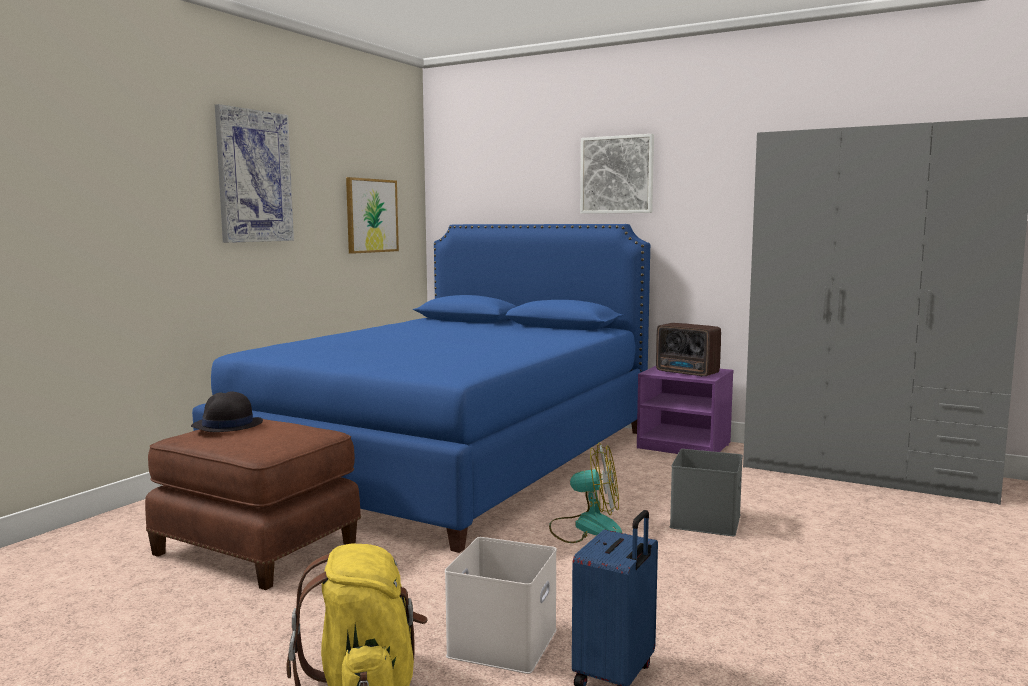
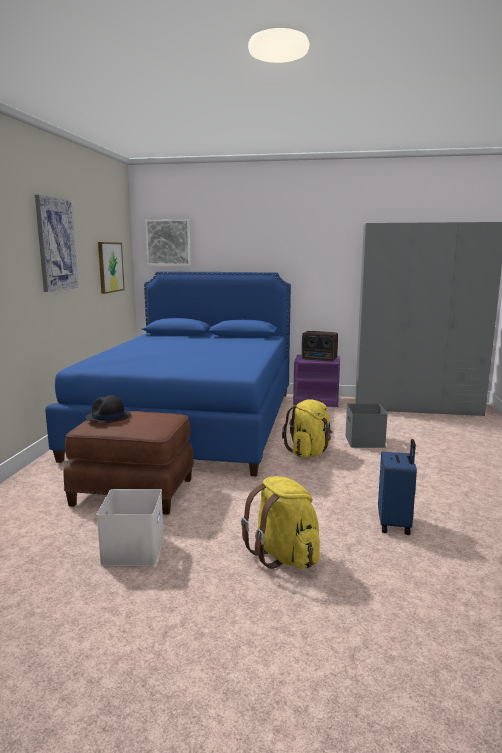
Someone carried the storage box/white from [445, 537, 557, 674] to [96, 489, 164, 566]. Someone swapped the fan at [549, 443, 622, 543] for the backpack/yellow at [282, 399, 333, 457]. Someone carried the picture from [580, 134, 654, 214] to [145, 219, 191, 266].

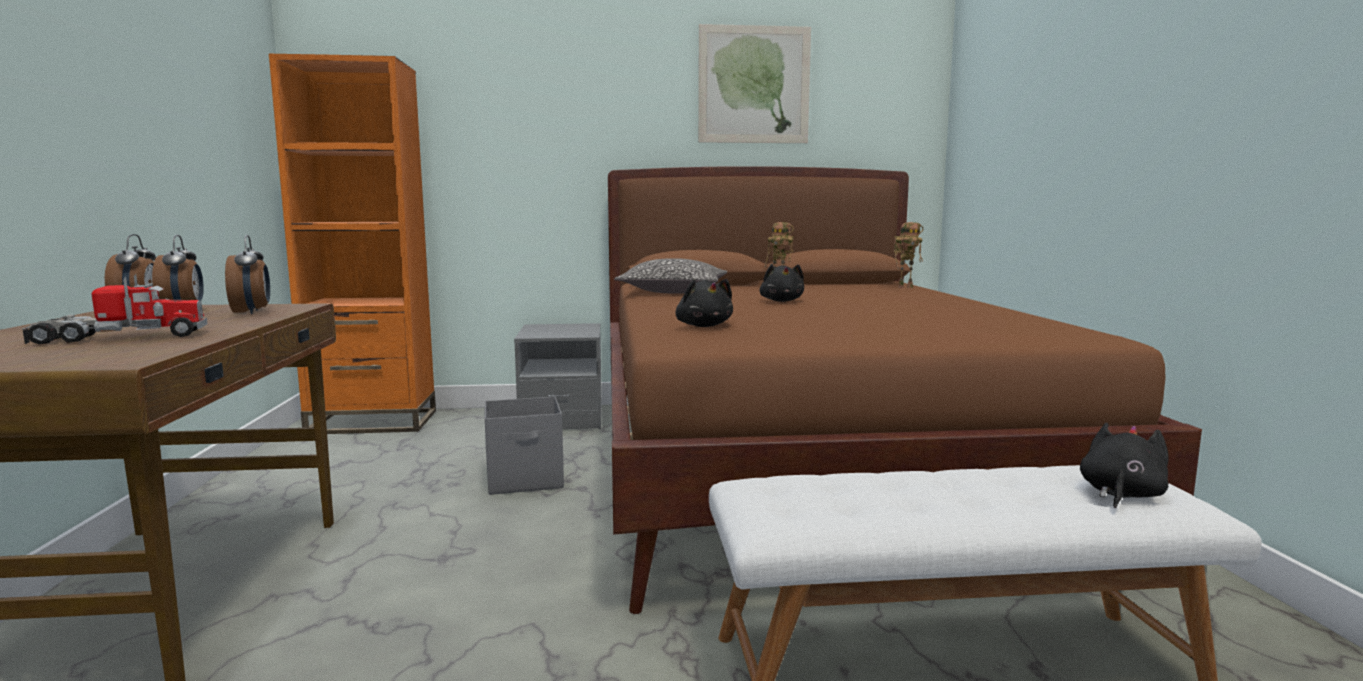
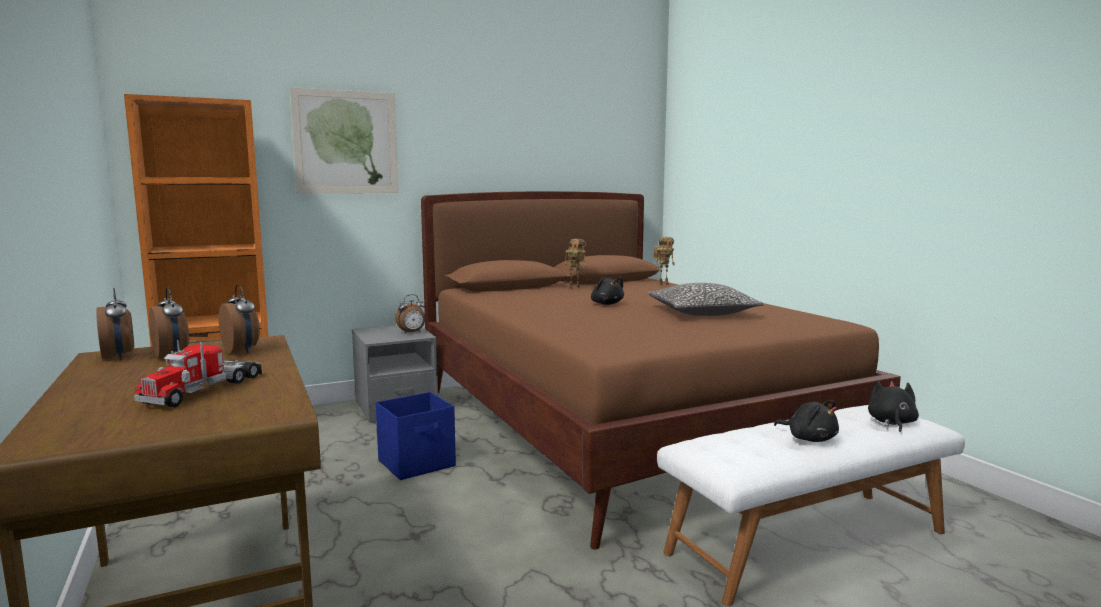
Someone rotated the toy truck at [22, 274, 207, 345] by 150 degrees clockwise. Someone repainted the storage box/grey at [485, 396, 564, 495], which became the storage box/blue at [376, 392, 456, 480]. Someone carried the pillow from [614, 258, 727, 294] to [647, 283, 764, 316]. Someone carried the plush toy/black from [675, 279, 733, 327] to [774, 400, 839, 442]. Someone carried the picture from [698, 24, 811, 143] to [290, 87, 399, 193]. Someone put down the alarm clock at [395, 294, 425, 334].

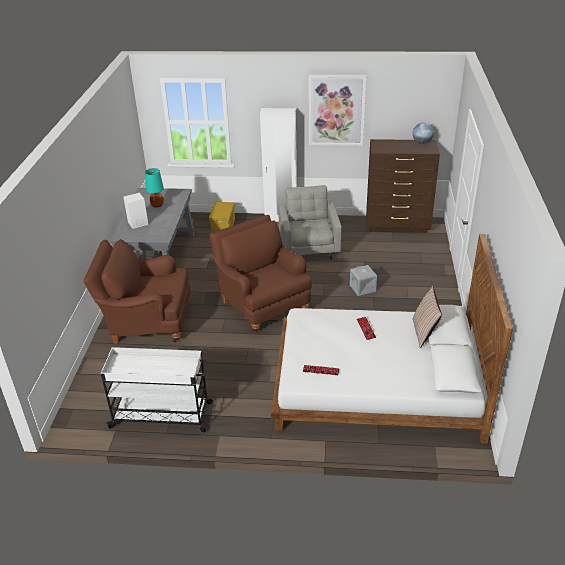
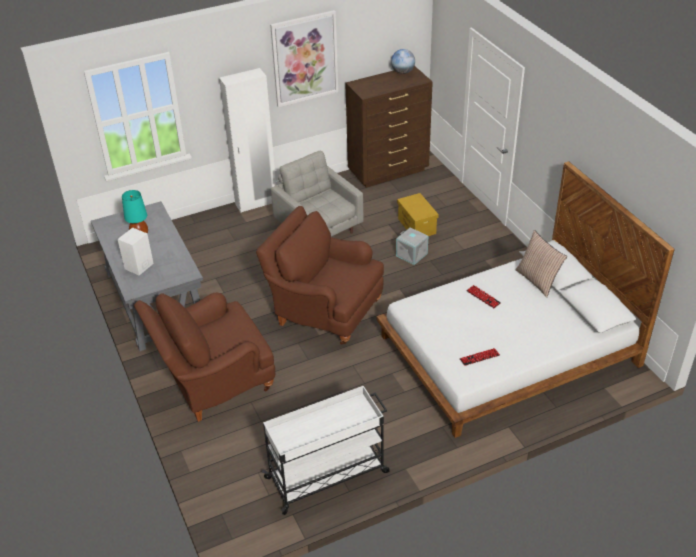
Someone carried the storage box/yellow from [209, 202, 235, 233] to [397, 193, 439, 236].

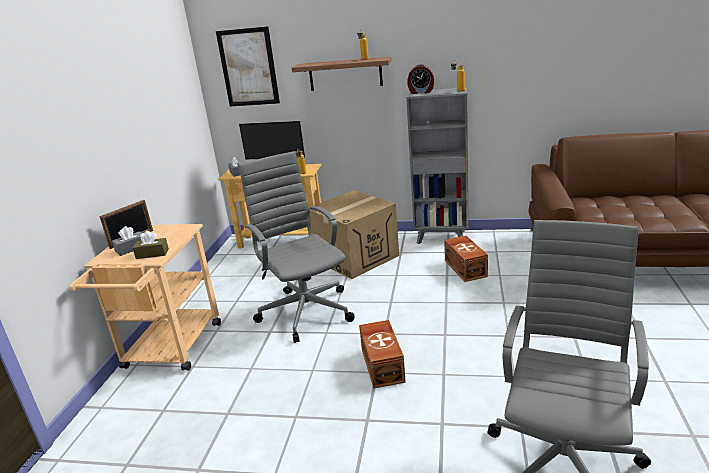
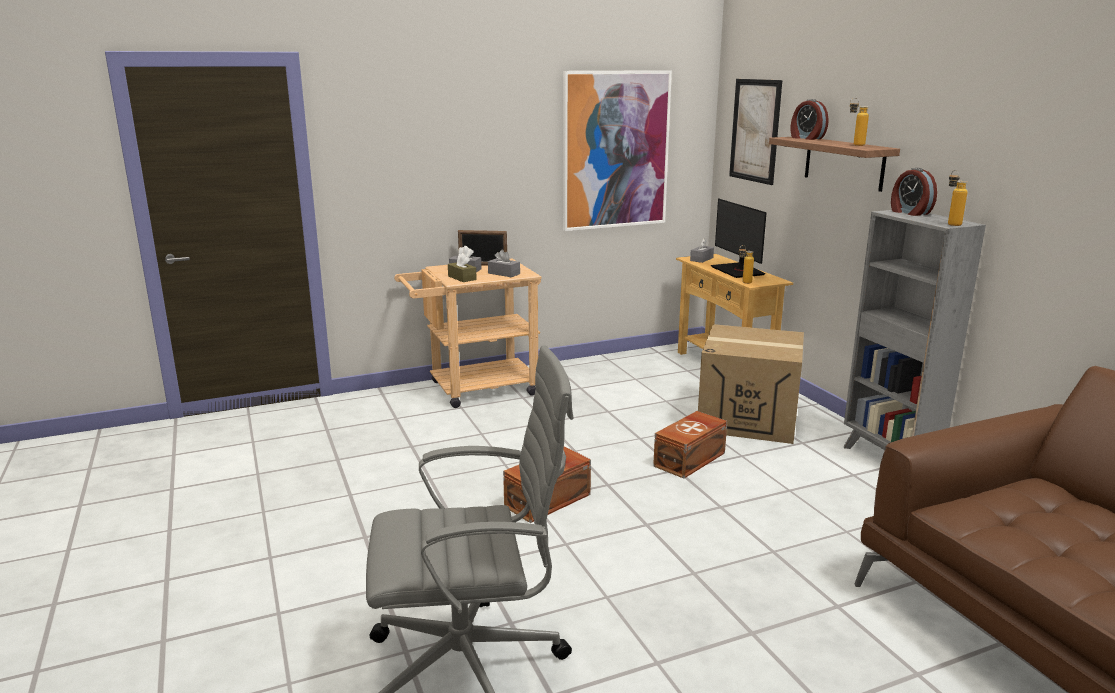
Someone took away the office chair/grey at [238, 151, 355, 343]. Someone carried the storage box/brown from [444, 236, 488, 282] to [653, 411, 727, 479]. Someone put down the tissue box/grey at [488, 250, 520, 277]. Someone put up the picture at [563, 70, 672, 231]. Someone put down the alarm clock at [791, 99, 829, 140].

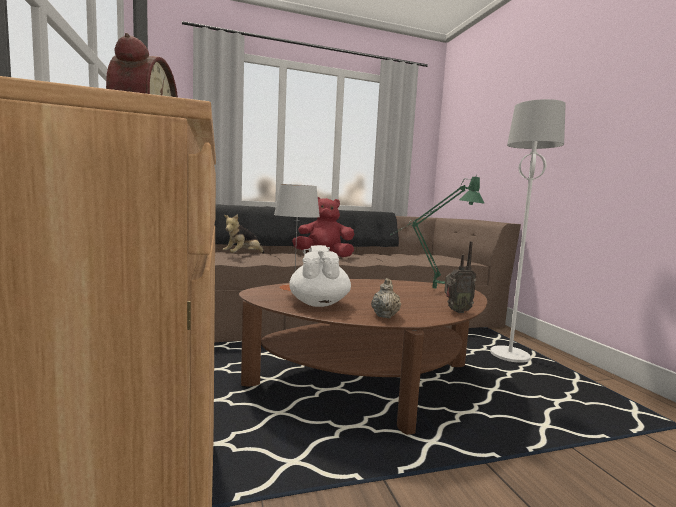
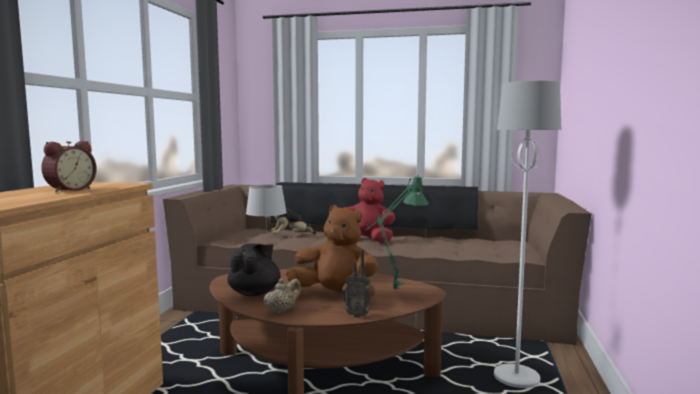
Someone repainted the teapot/white at [289, 245, 351, 307], which became the teapot/black at [227, 244, 281, 296]. Someone put down the plush toy/brown at [286, 205, 378, 299].

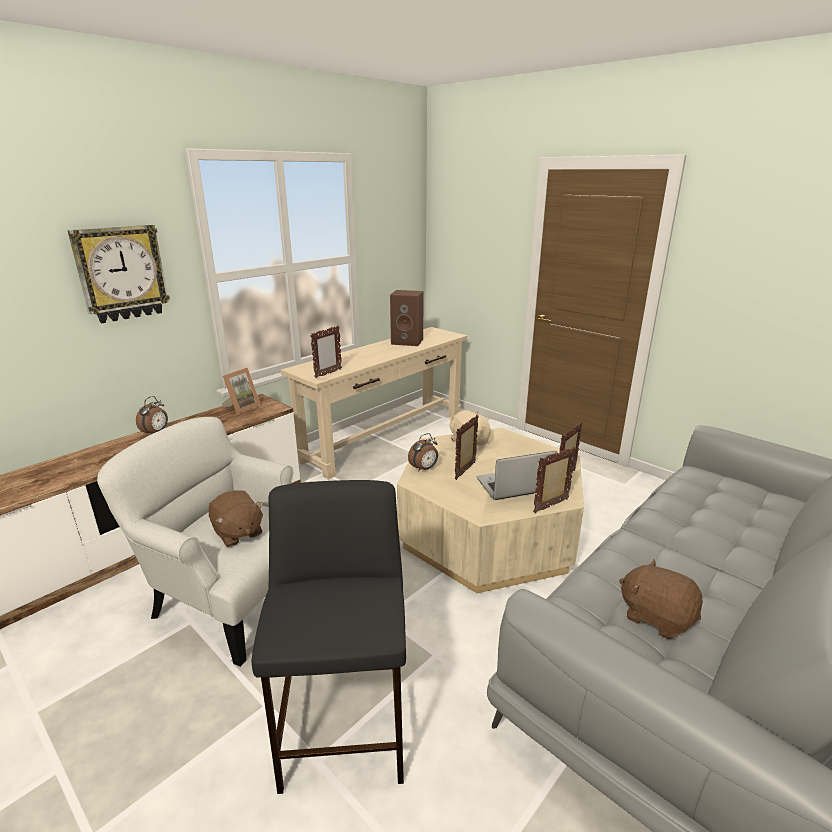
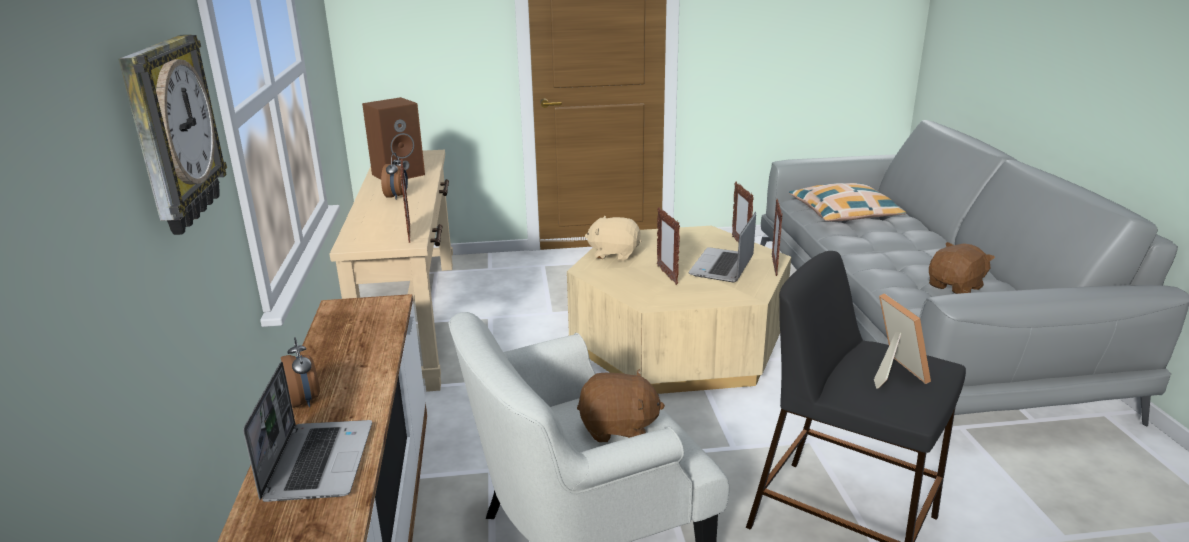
Someone carried the picture frame from [222, 368, 261, 414] to [874, 293, 931, 388]. Someone carried the alarm clock from [408, 433, 438, 472] to [381, 153, 408, 199]. Someone rotated the plush toy/brown at [619, 559, 703, 639] by 150 degrees clockwise. Someone put down the laptop at [243, 362, 372, 502]. Someone put down the pillow at [789, 183, 906, 221].

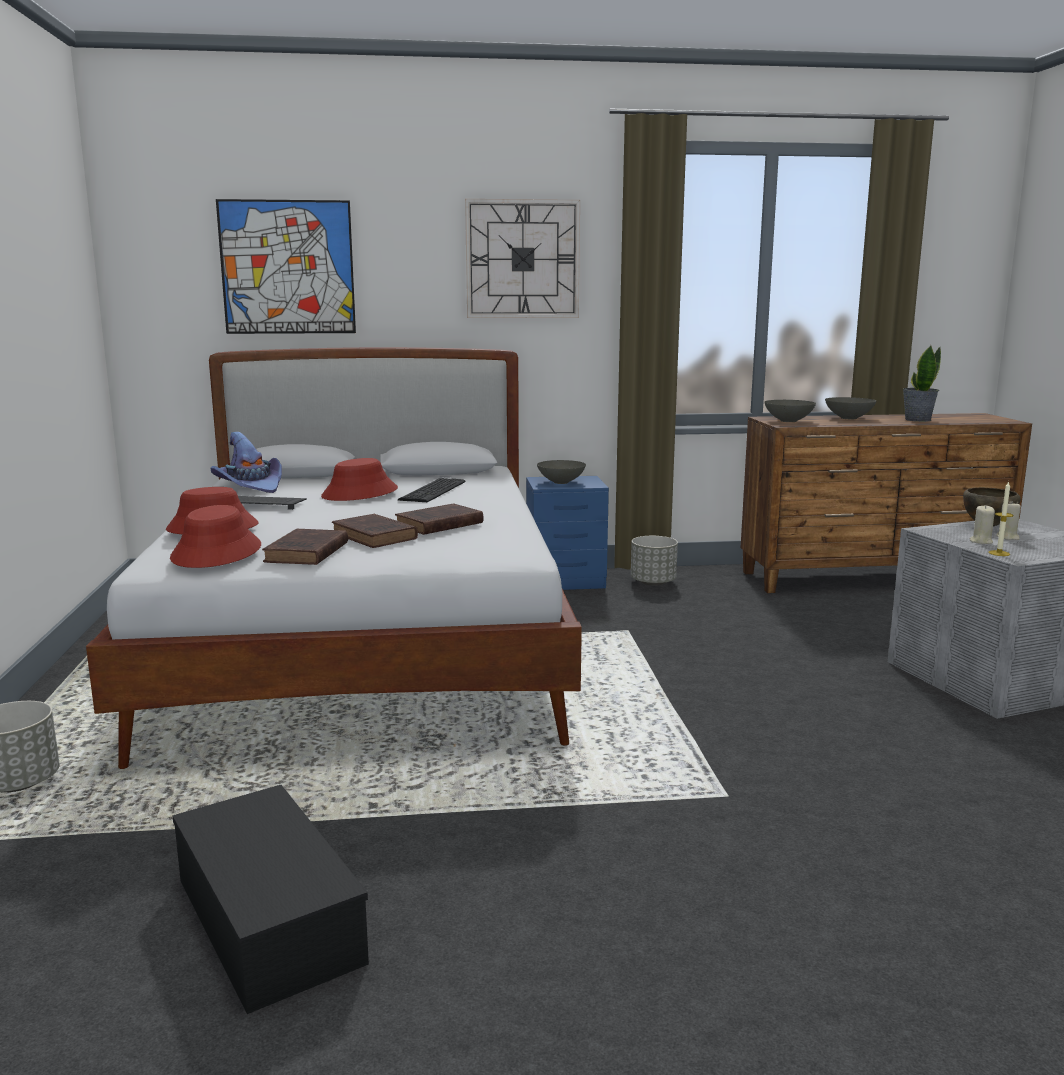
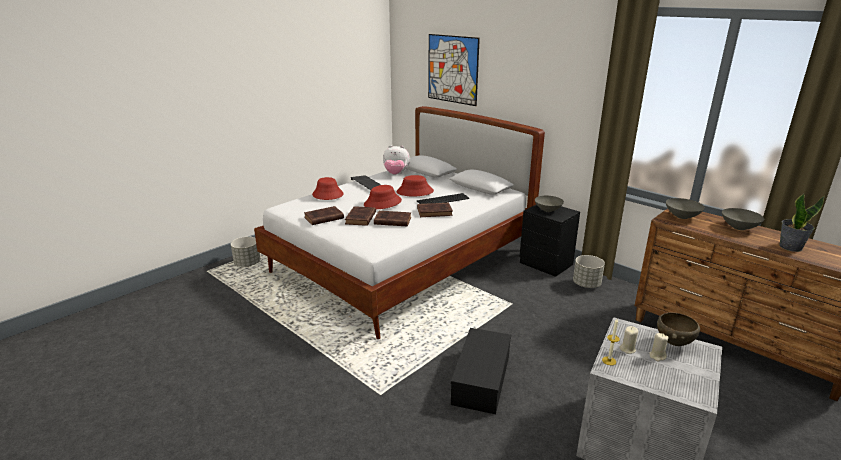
Someone carried the hat/red from [170, 505, 261, 568] to [364, 185, 402, 209]. Someone carried the storage box/black from [172, 785, 369, 1014] to [451, 328, 511, 414]. Someone swapped the hat/purple at [210, 432, 282, 493] for the plush toy at [383, 145, 410, 175]. Someone took away the wall clock at [465, 199, 580, 318]. Someone repainted the nightstand/blue at [526, 476, 609, 590], which became the nightstand/black at [520, 205, 580, 277]. Someone put down the book/brown at [417, 203, 453, 217].

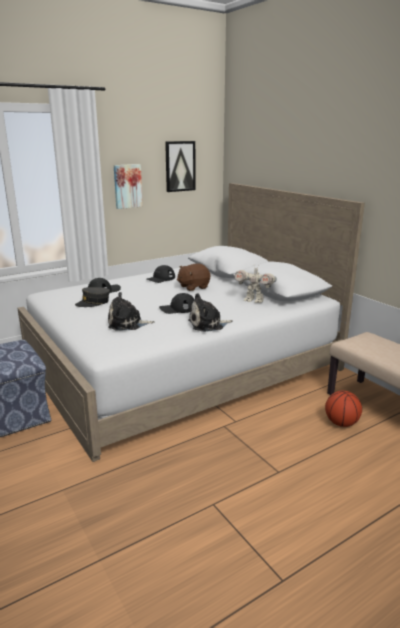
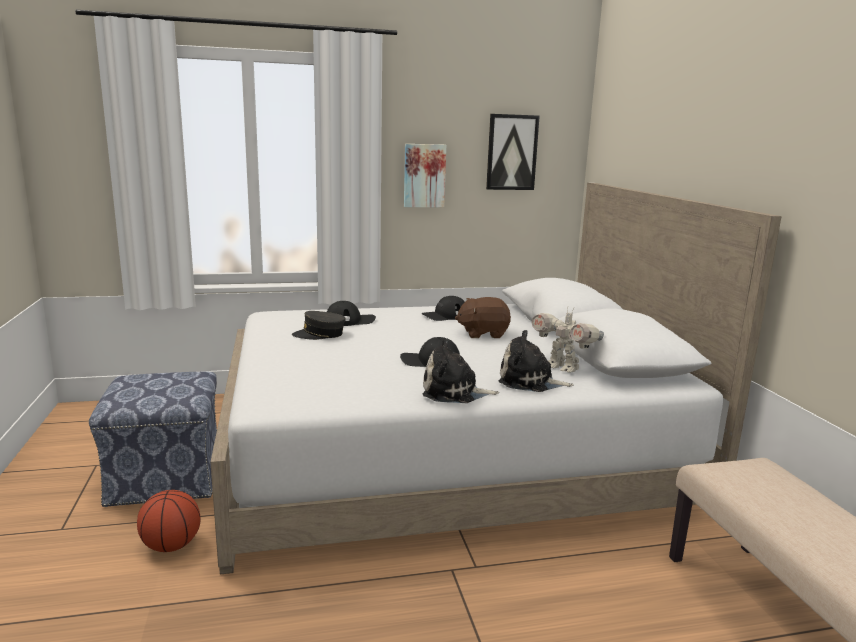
Someone carried the plush toy from [108, 292, 155, 331] to [499, 330, 574, 392]. Someone carried the basketball from [325, 390, 362, 427] to [137, 490, 200, 552].

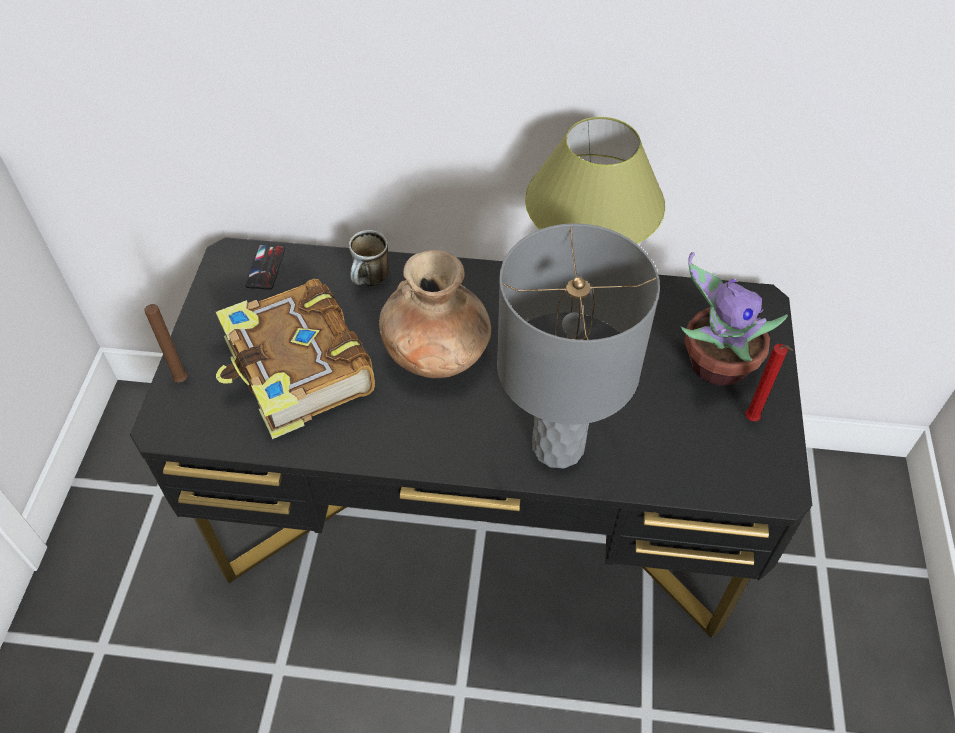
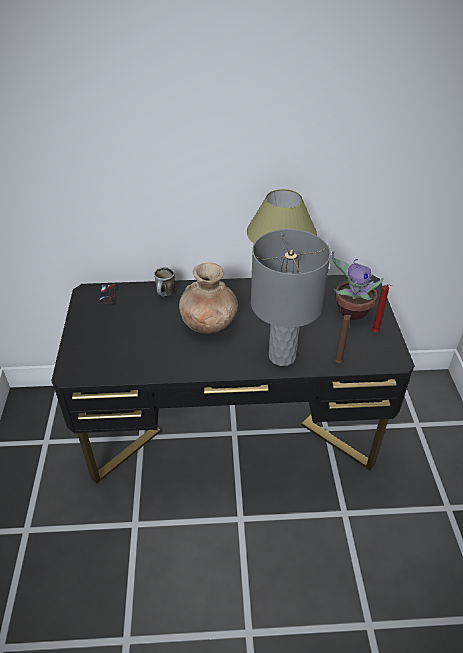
Someone carried the candle/brown from [144, 304, 188, 383] to [334, 315, 351, 363]. Someone took away the book at [216, 279, 375, 439].

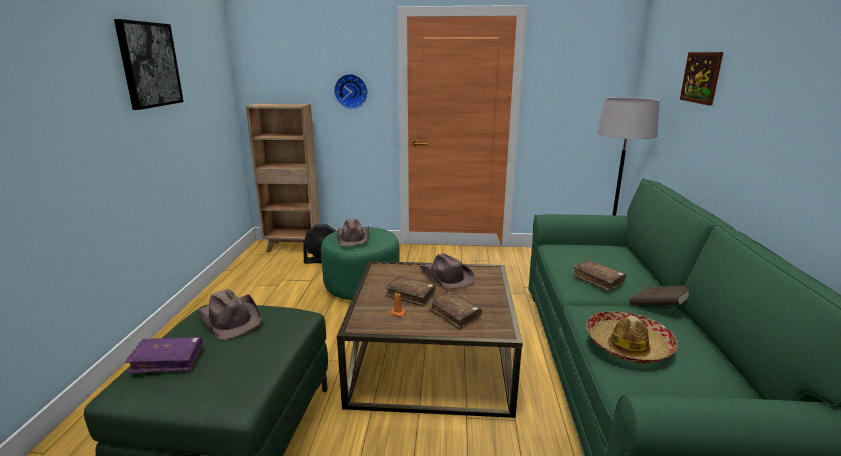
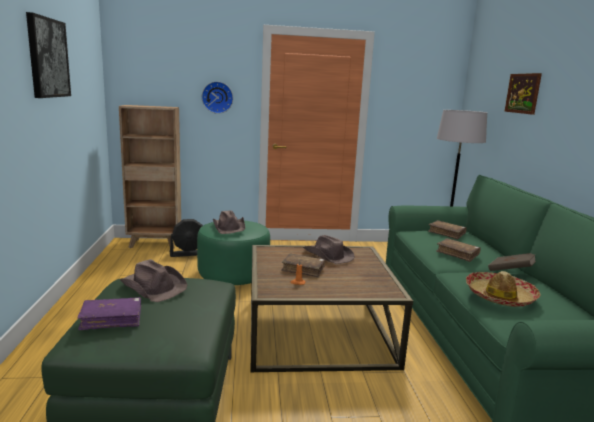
Someone carried the book/brown from [429, 291, 482, 330] to [428, 220, 467, 240].

